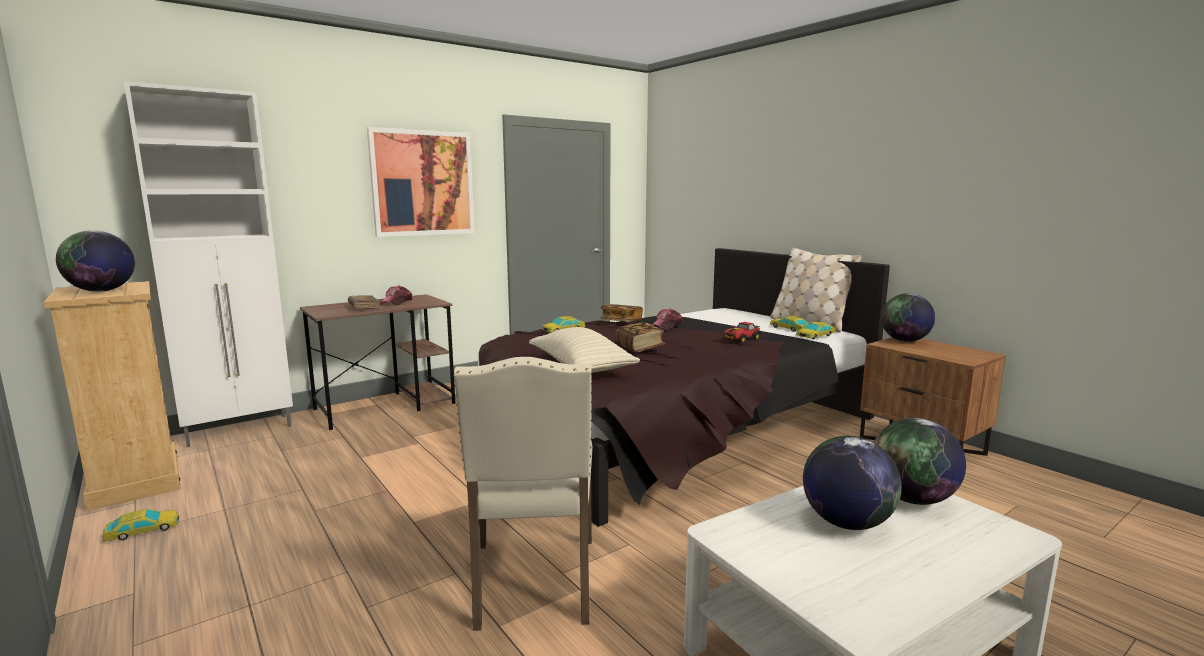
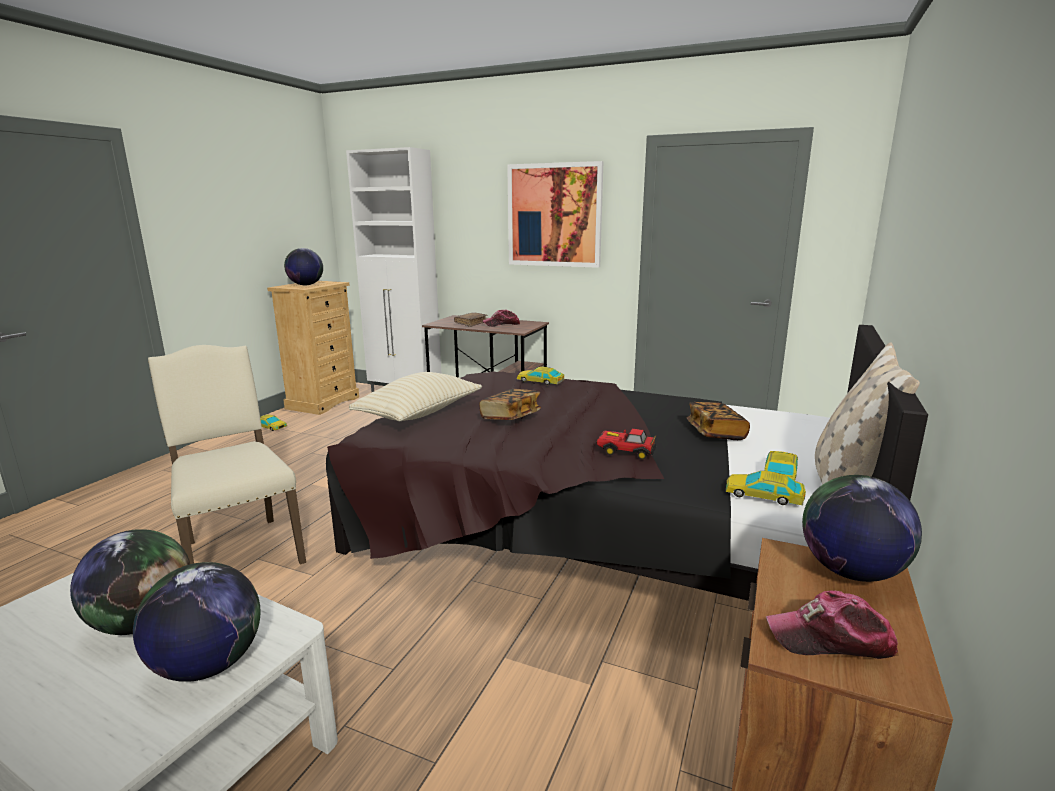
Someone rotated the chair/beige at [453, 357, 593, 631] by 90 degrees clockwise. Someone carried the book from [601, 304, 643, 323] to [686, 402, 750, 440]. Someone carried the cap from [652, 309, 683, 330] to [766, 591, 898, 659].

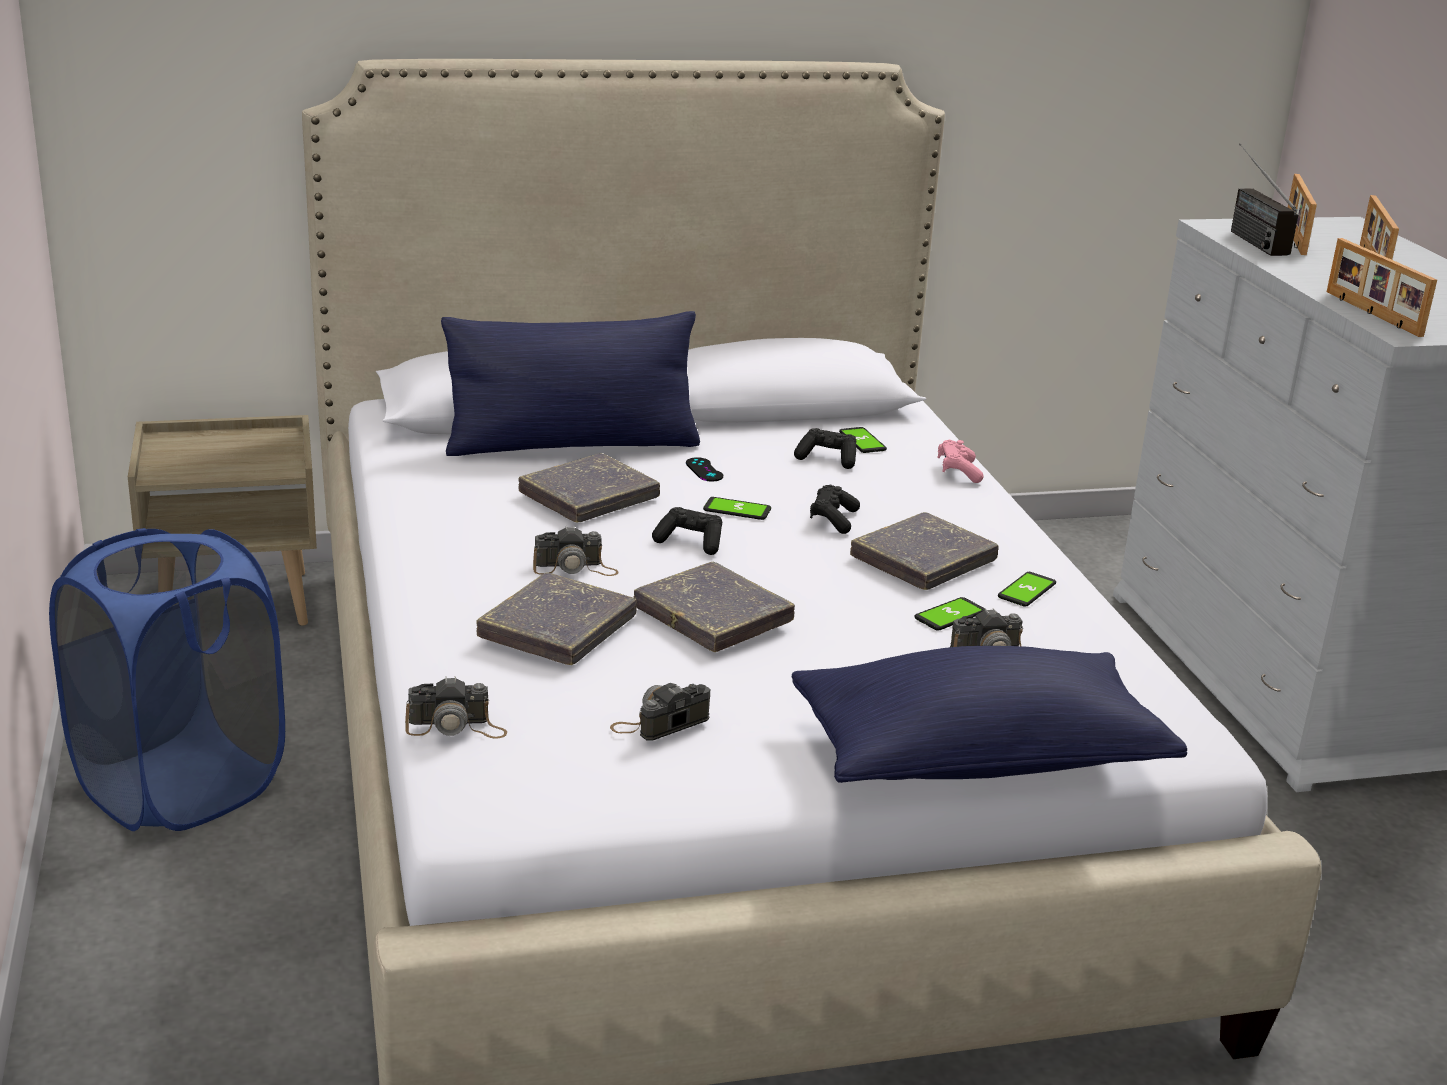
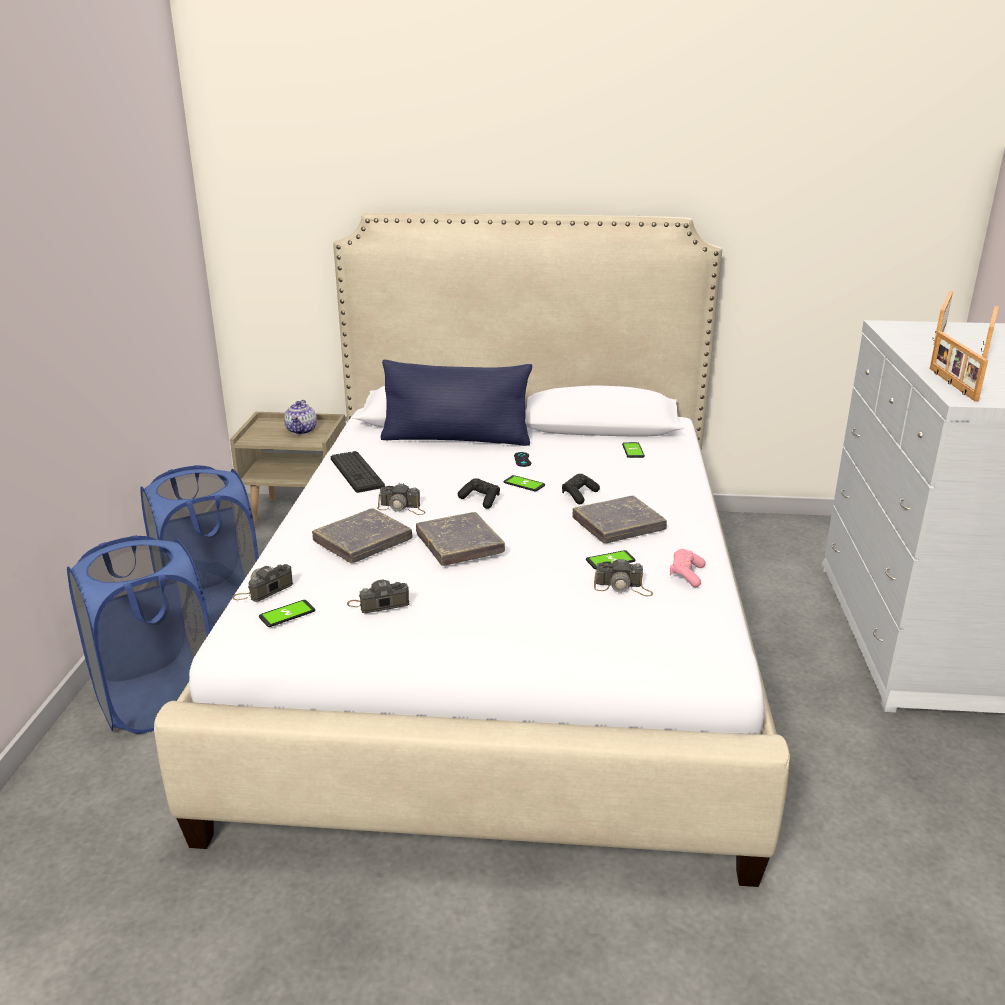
Someone rotated the photo camera at [405, 676, 507, 739] by 120 degrees clockwise. Someone took away the book/grey at [519, 453, 660, 522]. Someone took away the pillow/blue at [792, 646, 1187, 783]. Someone took away the game controller/black at [794, 428, 856, 469]. Someone carried the game controller/pink from [937, 440, 984, 483] to [670, 549, 705, 587]. Someone carried the phone from [998, 572, 1056, 607] to [259, 600, 315, 627]. Someone took away the radio at [1231, 143, 1298, 256]. Someone put down the laundry basket/blue at [67, 535, 210, 734]. Someone put down the teapot at [284, 400, 317, 435]. Someone put down the keyboard at [331, 451, 385, 493].

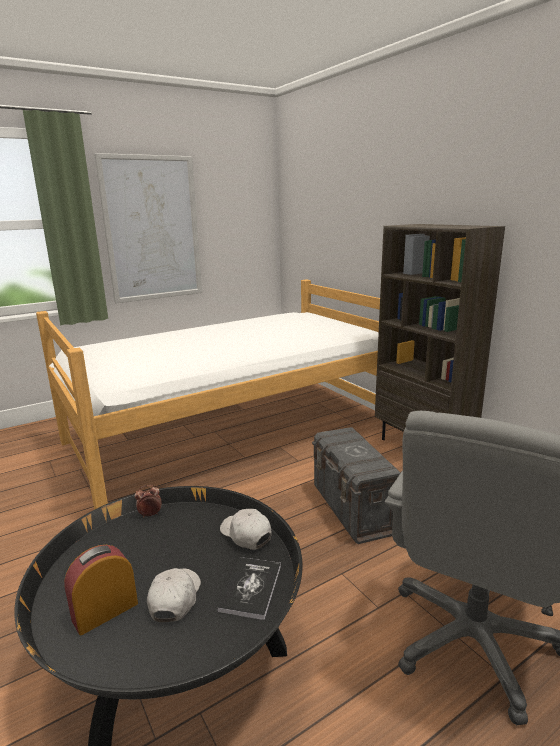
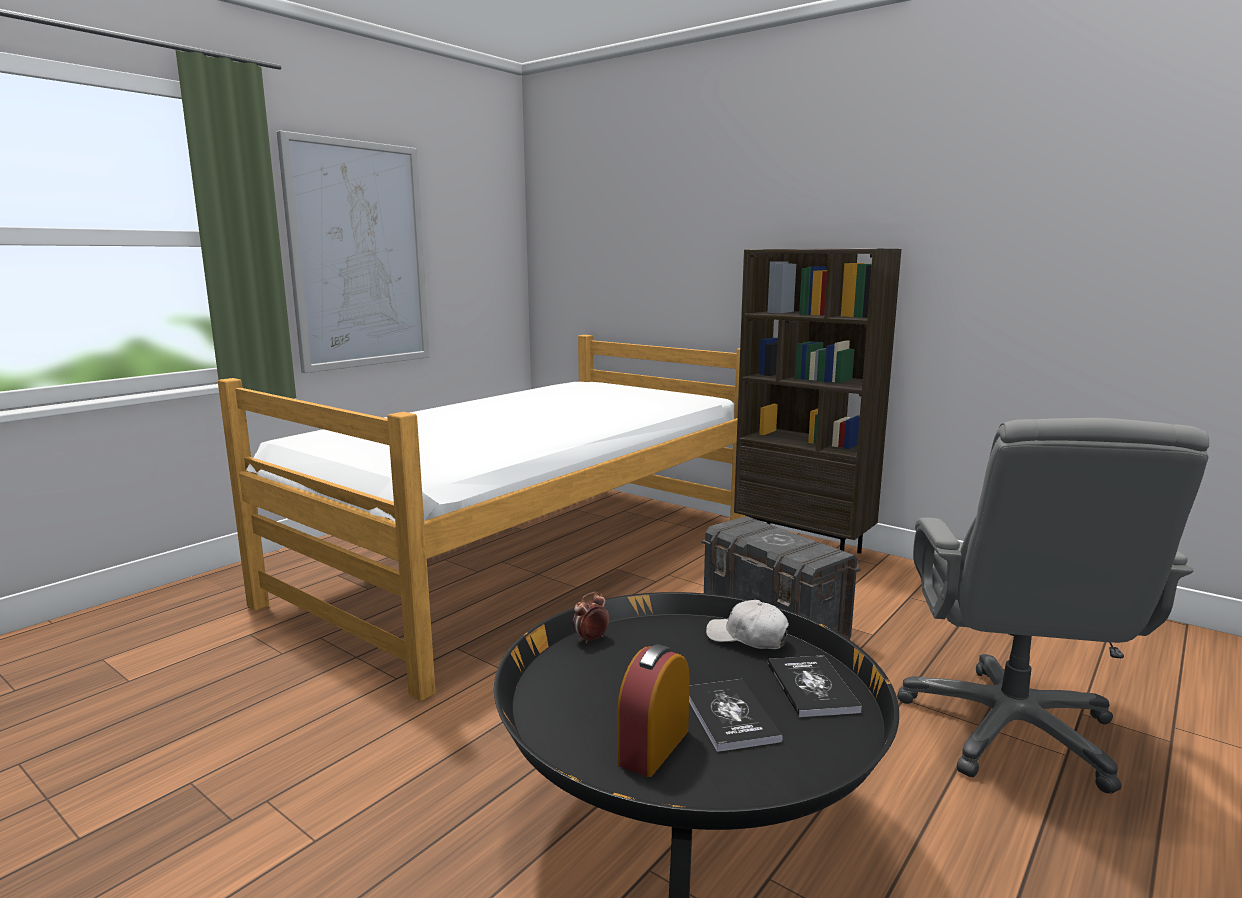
Someone swapped the cap/white at [147, 568, 201, 622] for the book at [689, 679, 783, 752].

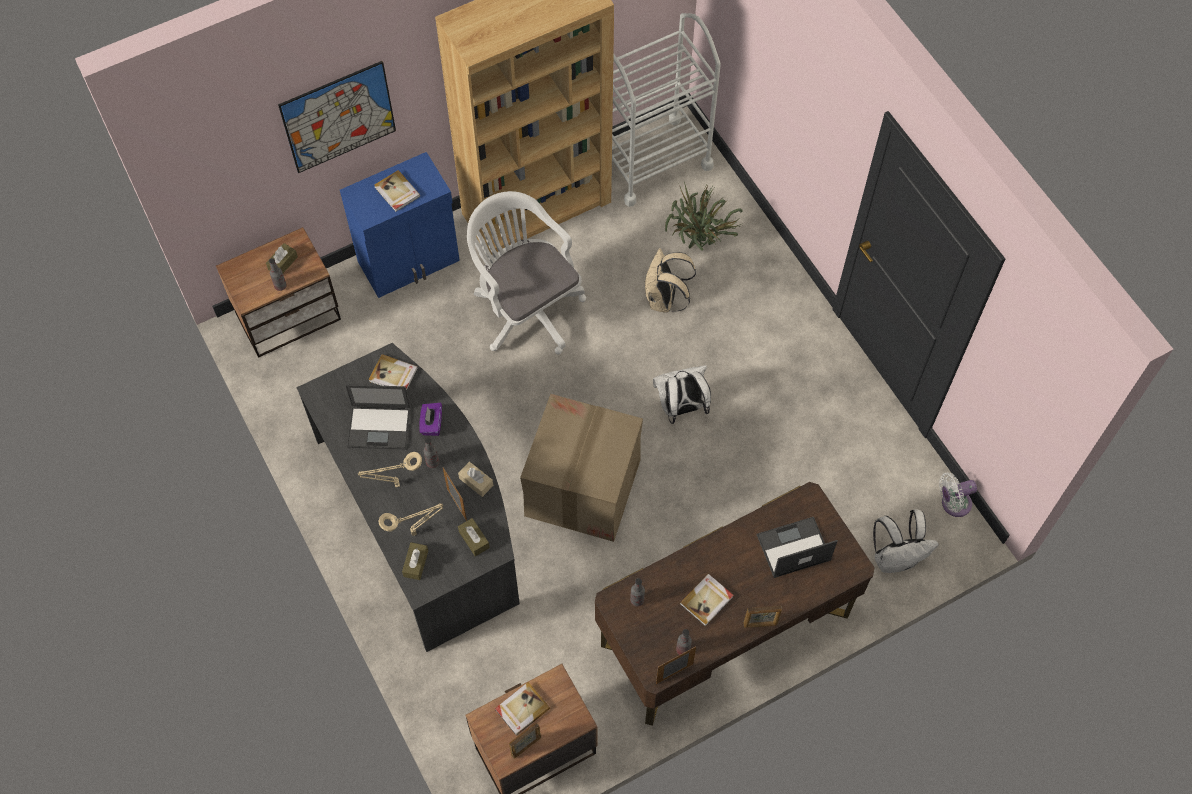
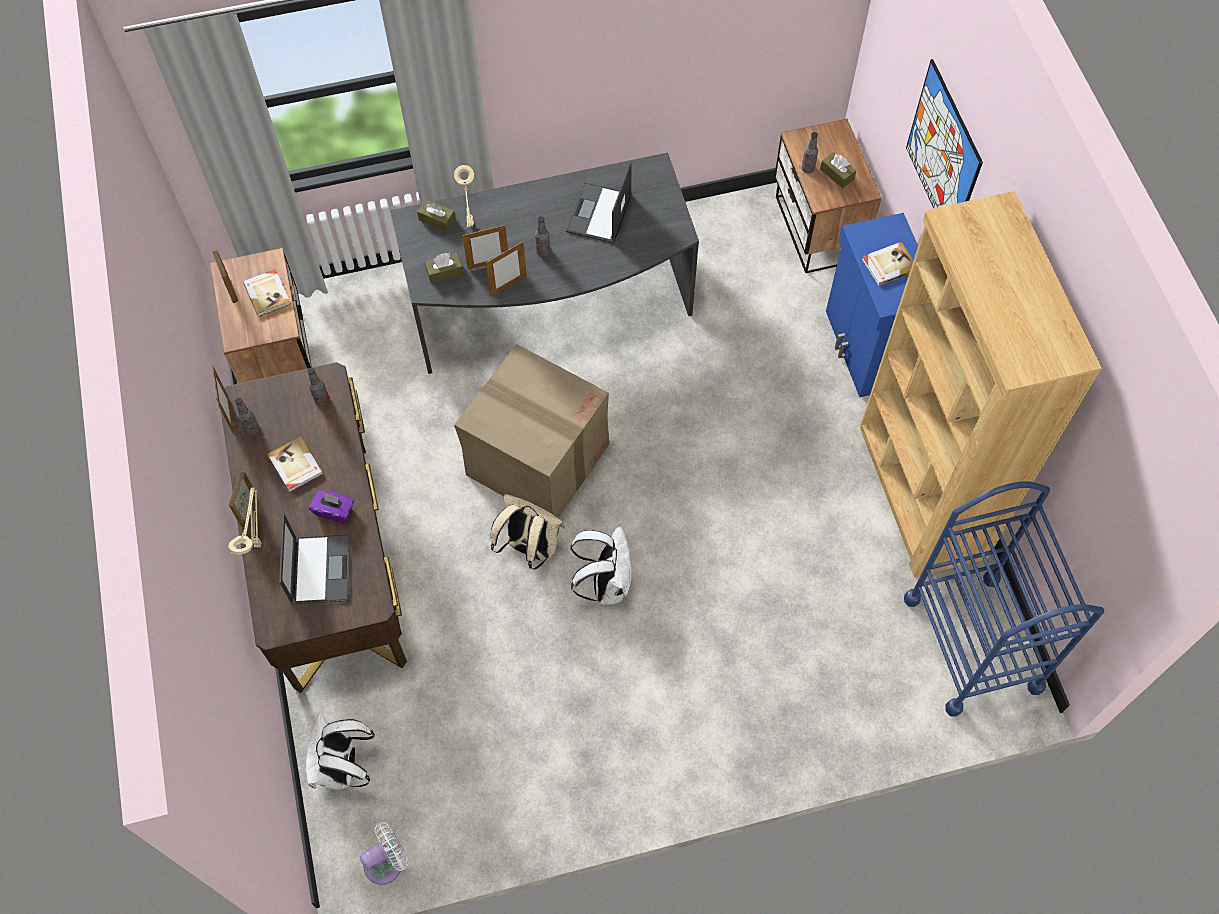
Someone carried the table lamp/beige from [358, 452, 422, 487] to [229, 487, 262, 555]. Someone took away the book at [369, 354, 418, 391]. Someone carried the tissue box/purple from [419, 403, 442, 436] to [309, 490, 354, 523]. Someone swapped the tissue box/beige at [458, 462, 493, 497] for the picture frame at [486, 241, 527, 296]. Someone took away the office chair/white at [467, 191, 586, 354]. Someone repainted the cart/white at [612, 13, 721, 207], which became the cart/blue at [904, 481, 1104, 717]. Someone carried the backpack/beige from [644, 248, 696, 313] to [490, 494, 565, 569]. Someone took away the potted plant at [665, 182, 743, 251]. Someone rotated the fan/white at [939, 473, 977, 517] by 60 degrees clockwise.

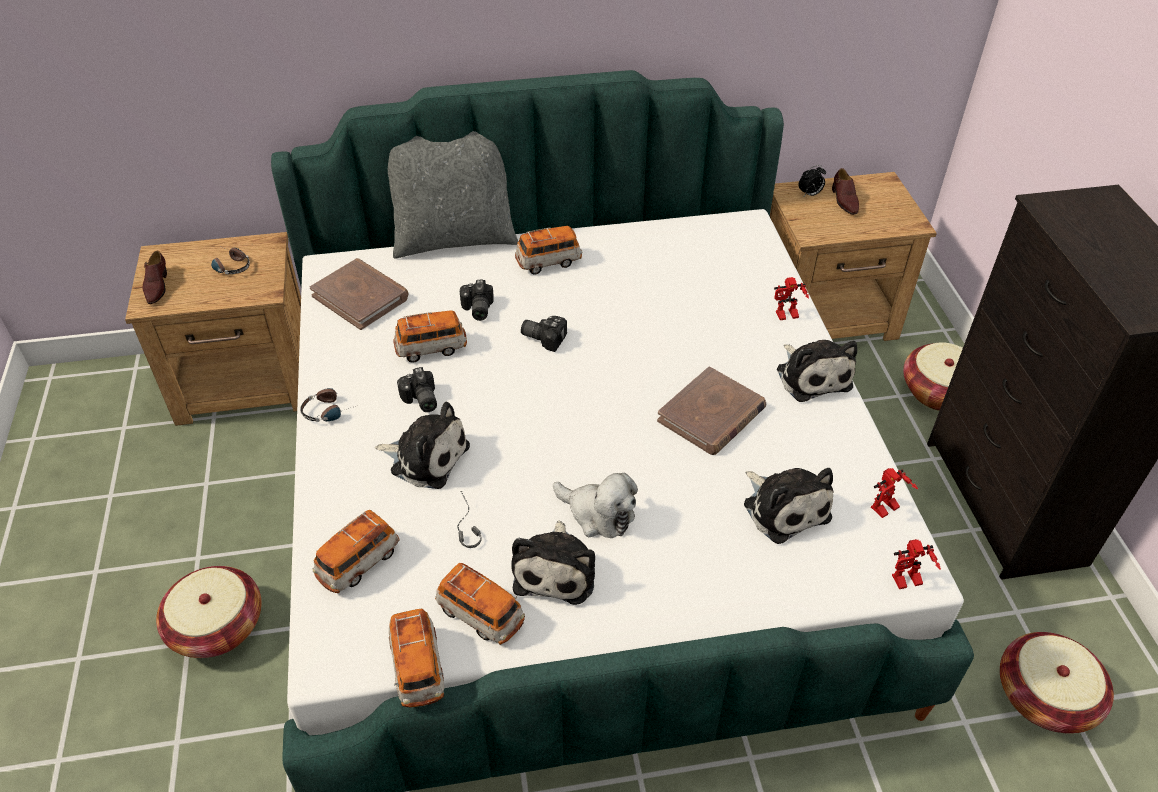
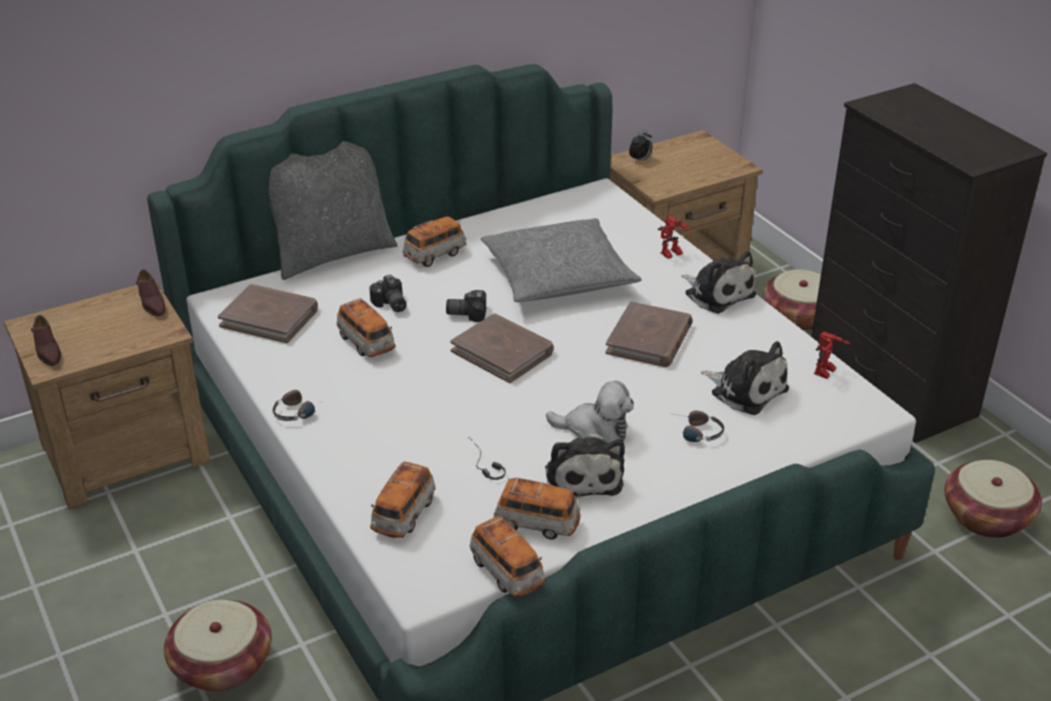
Someone carried the headphones from [211, 248, 250, 275] to [675, 411, 724, 442]. Someone took away the plush toy at [375, 402, 470, 489]. Someone rotated the toy car at [393, 311, 467, 363] by 90 degrees clockwise. Someone took away the photo camera at [397, 367, 437, 412]. Someone carried the shoe/brown from [832, 168, 859, 215] to [136, 269, 166, 317]. Someone took away the toy robot at [892, 539, 941, 589]. Someone put down the book/brown at [450, 313, 554, 383]. Someone put down the pillow/grey at [481, 218, 642, 302].

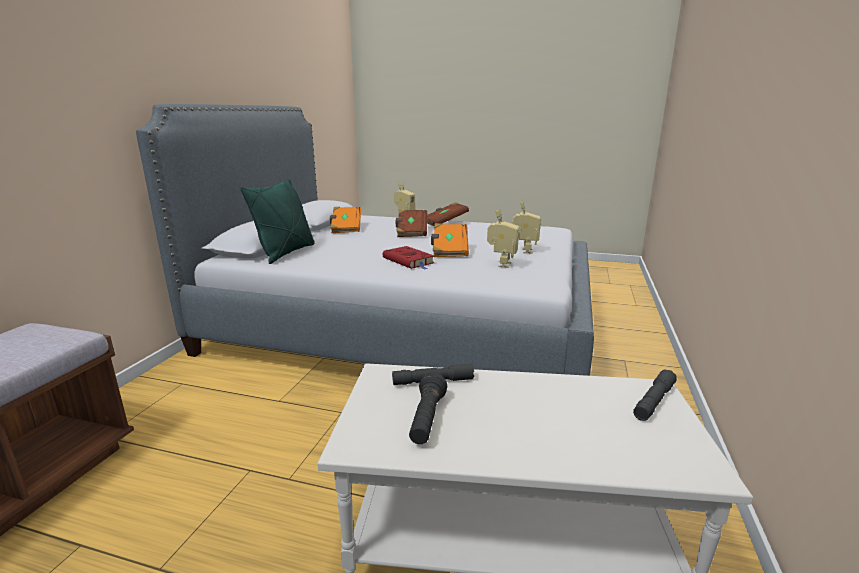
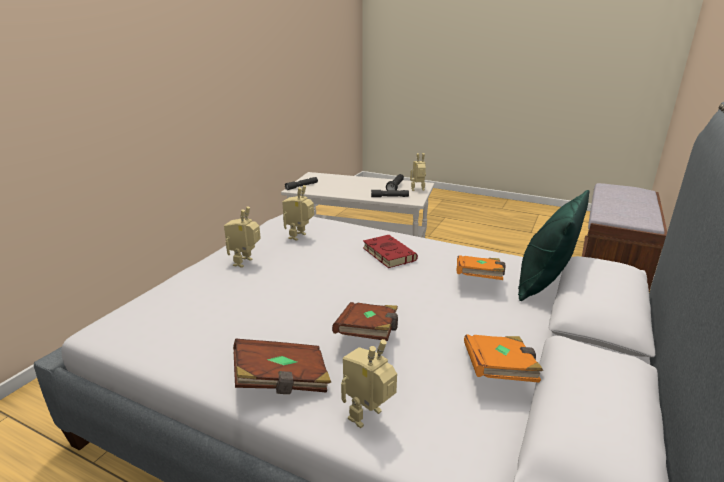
Someone carried the book/orange from [431, 223, 469, 257] to [457, 255, 506, 280]. Someone put down the toy robot at [410, 153, 426, 191].

